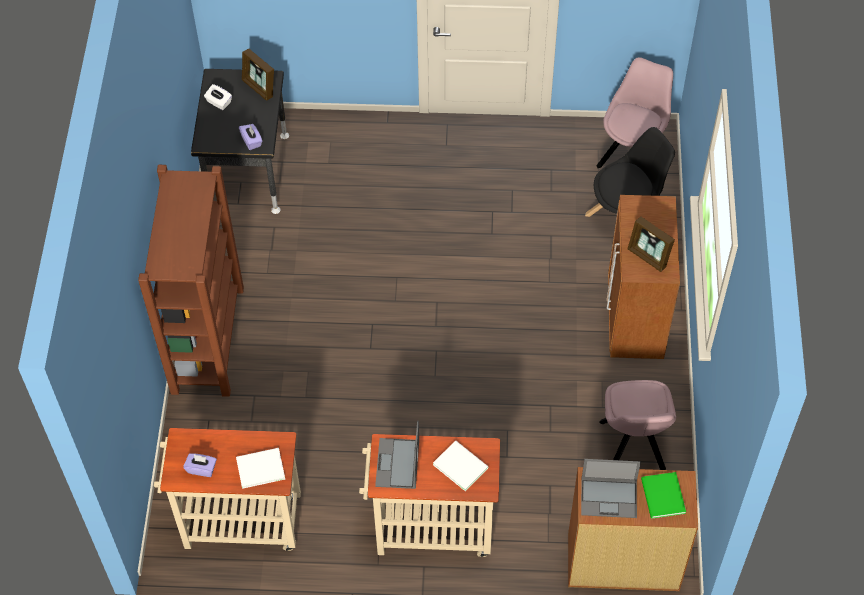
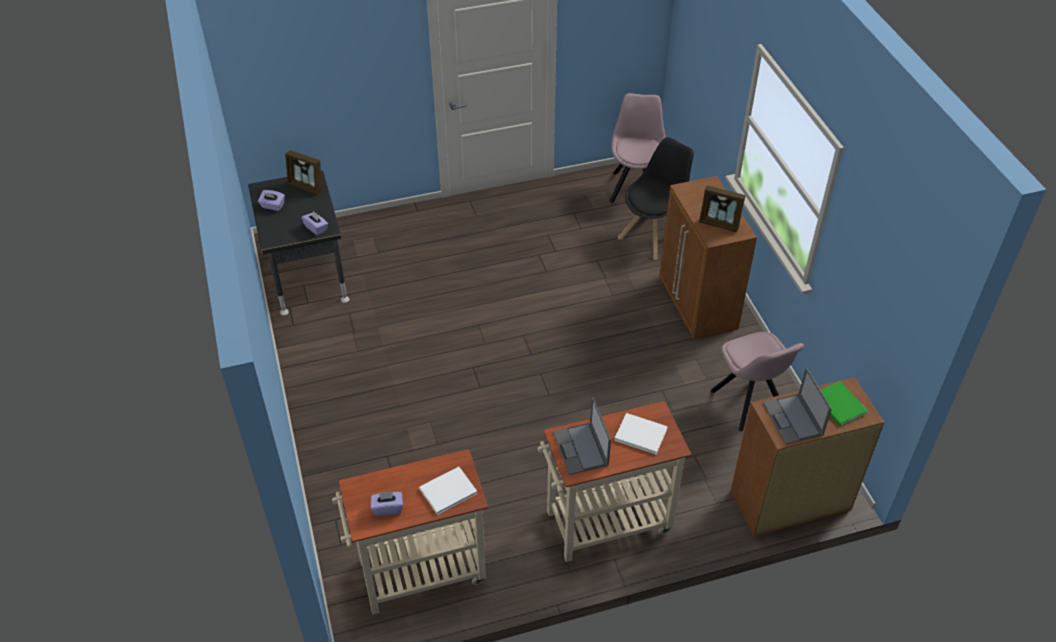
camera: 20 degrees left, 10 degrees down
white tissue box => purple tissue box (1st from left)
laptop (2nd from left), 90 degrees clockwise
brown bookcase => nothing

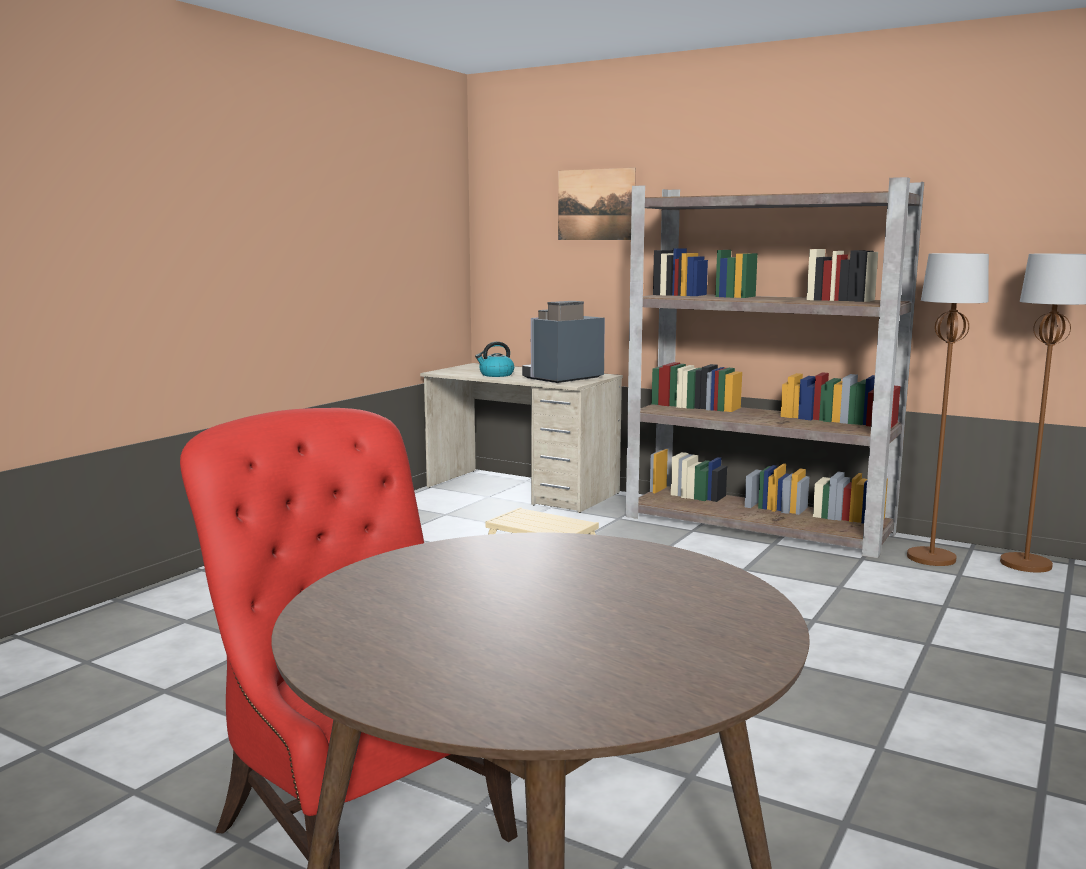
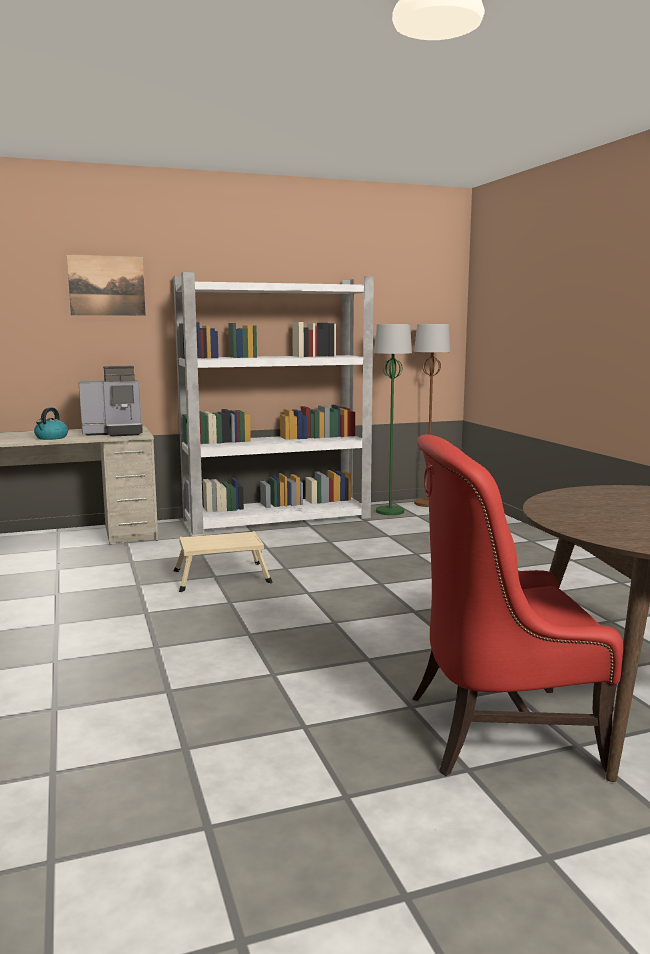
camera: 50 degrees left, 0 degrees up
coffee machine, 105 degrees counterclockwise
brown bookcase => white bookcase
brown floor lamp (1st from left) => green floor lamp

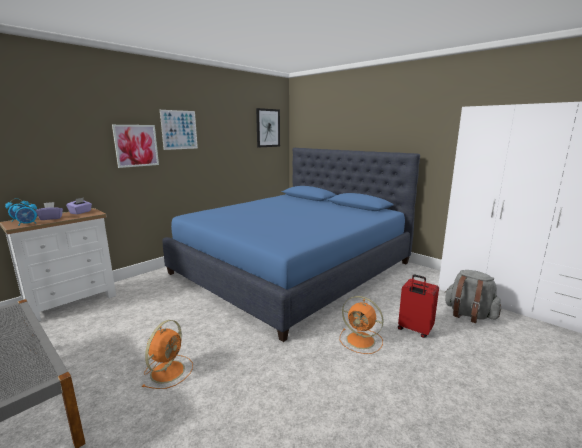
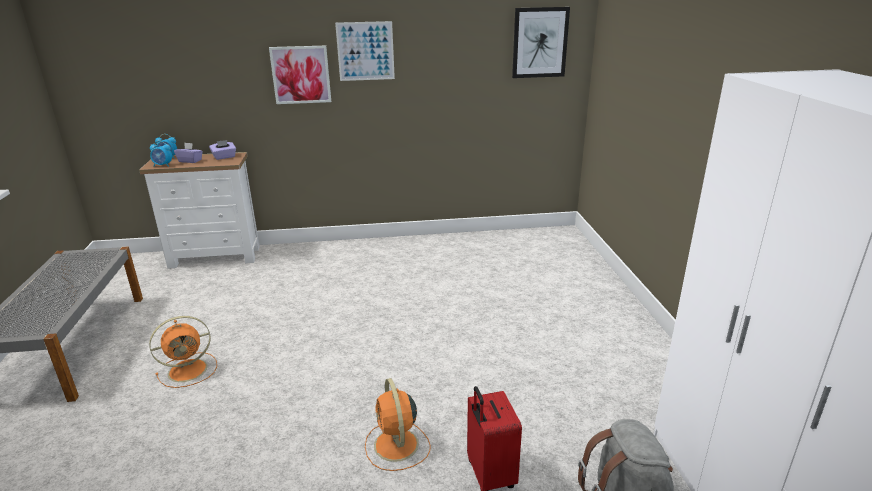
camera: 40 degrees right, 10 degrees up
blue bed => nothing

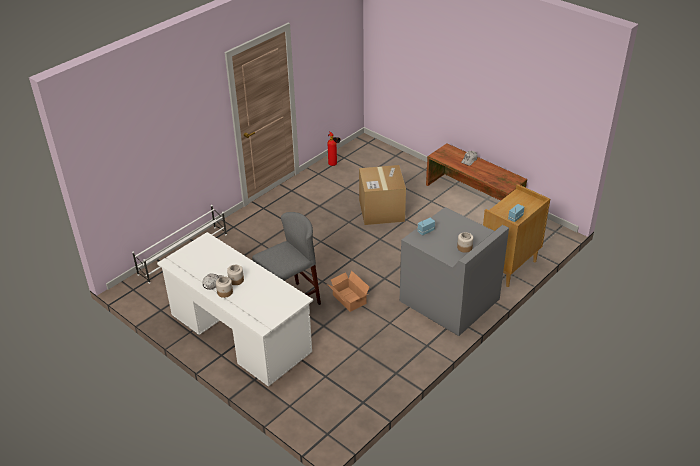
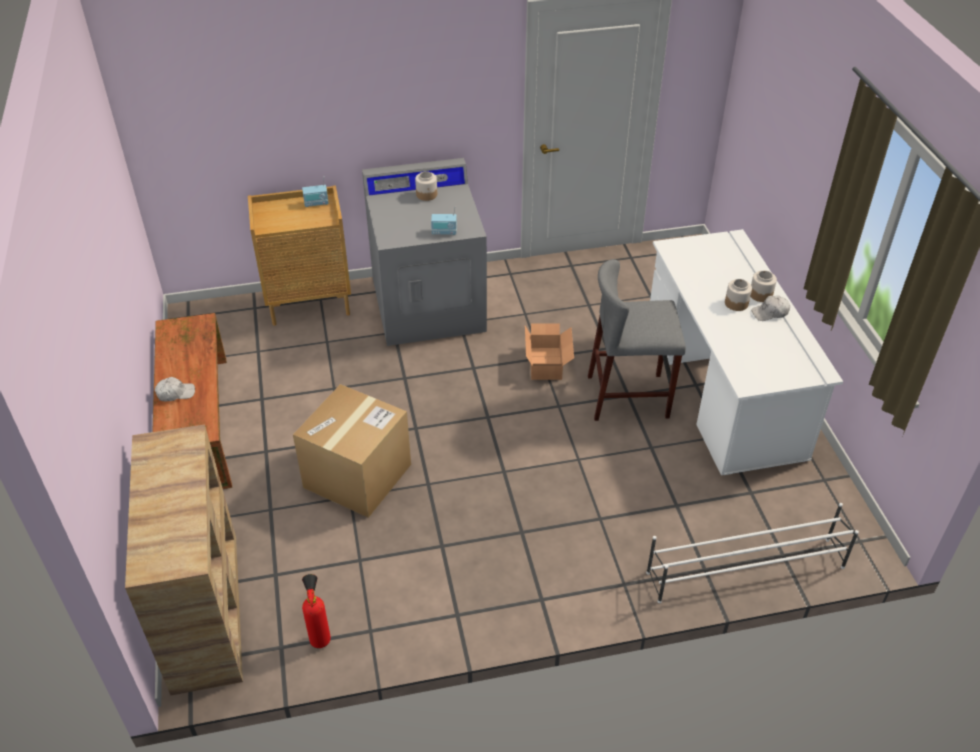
camera: 145 degrees left, 5 degrees up
nothing => brown bookcase

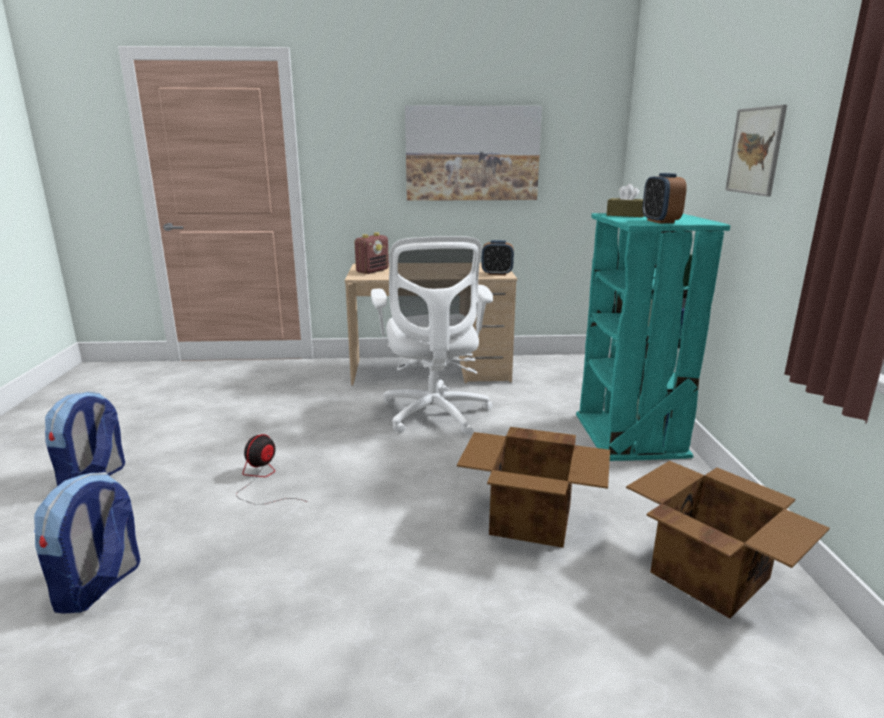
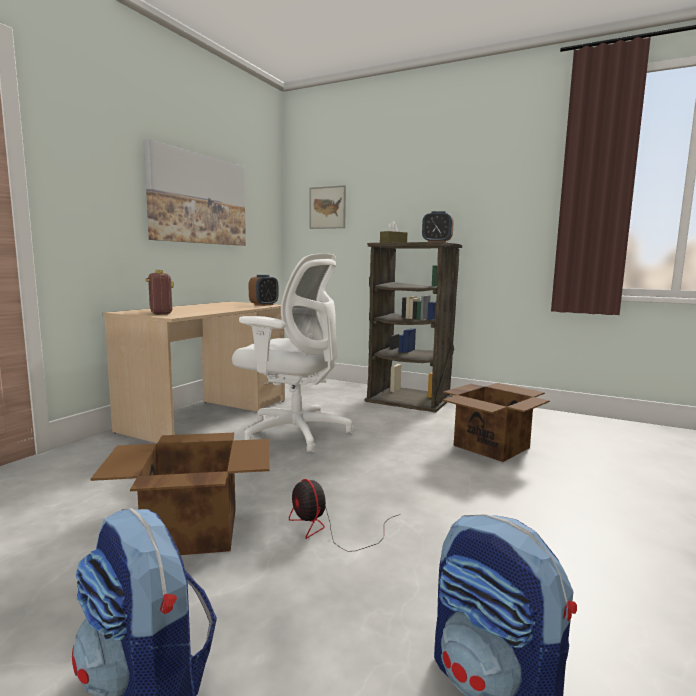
camera: 60 degrees left, 10 degrees down
cardboard box (2nd from left in the first image) => cardboard box (1st from left), move
picture (2nd from left), move
turquoise bookcase => brown bookcase

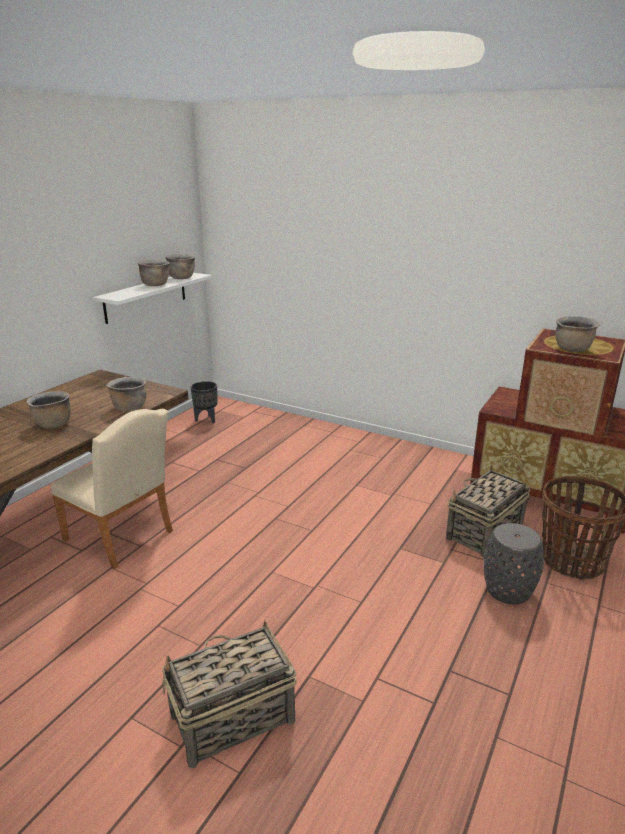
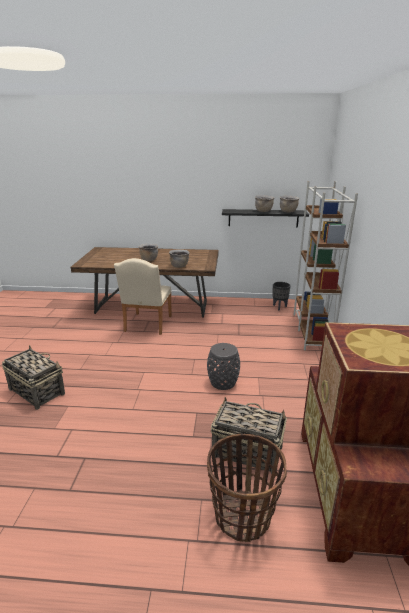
camera: 65 degrees right, 0 degrees up
grey stool, move
white shelf => black shelf
nothing => brown bookcase
brown cooking pot (5th from left) => nothing

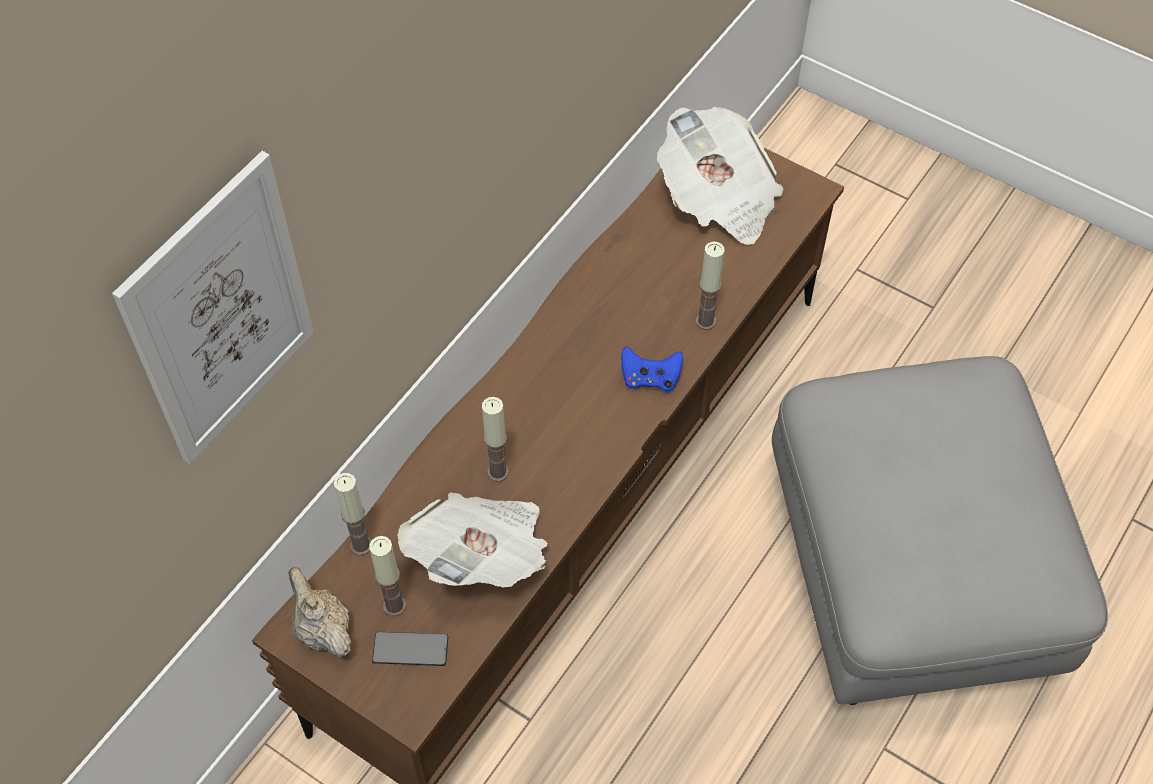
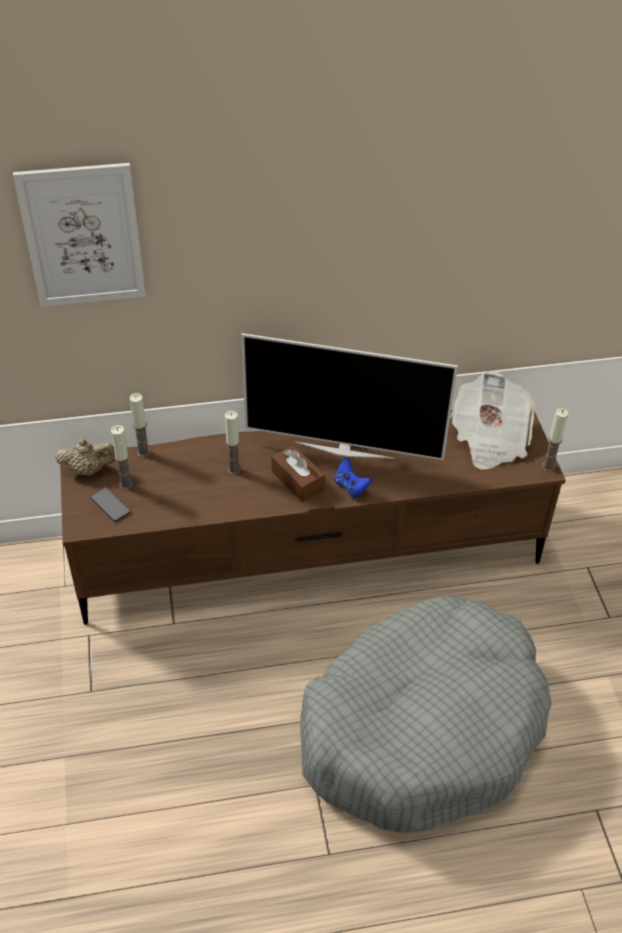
camera: 45 degrees right, 10 degrees down
beige teapot, 75 degrees clockwise
nothing => television
nothing => brown tissue box
grey ottoman => grey dog bed
candle (4th from left), move
newspaper (1st from left) => nothing

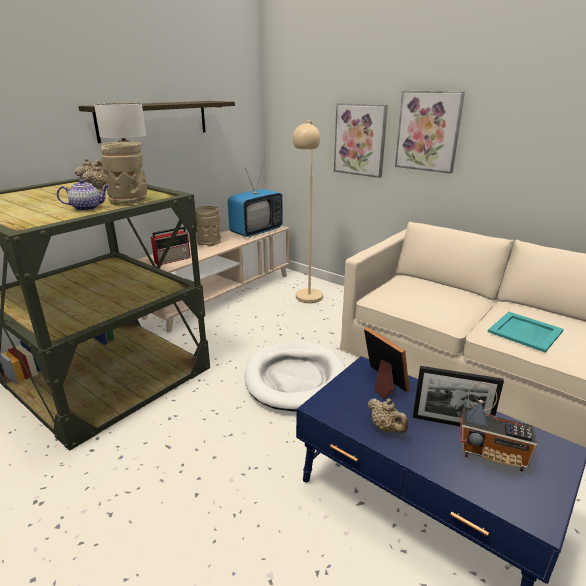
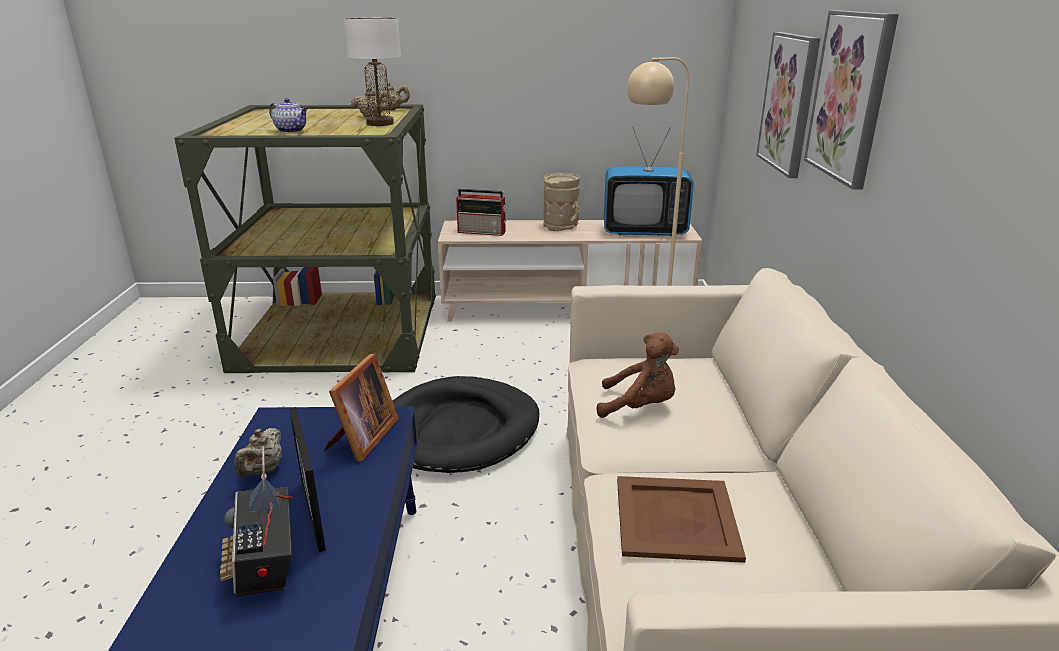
camera: 50 degrees right, 0 degrees up
white dog bed => black dog bed
nothing => brown plush toy
turquoise tray => brown tray
shelf => nothing
beige vase (1st from left) => nothing

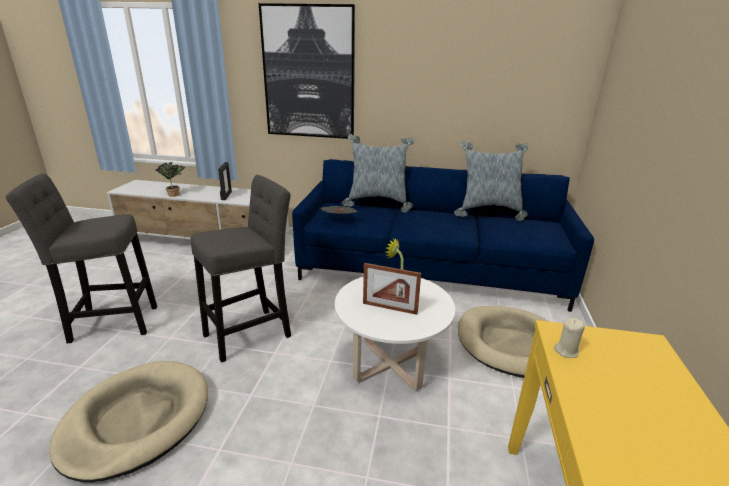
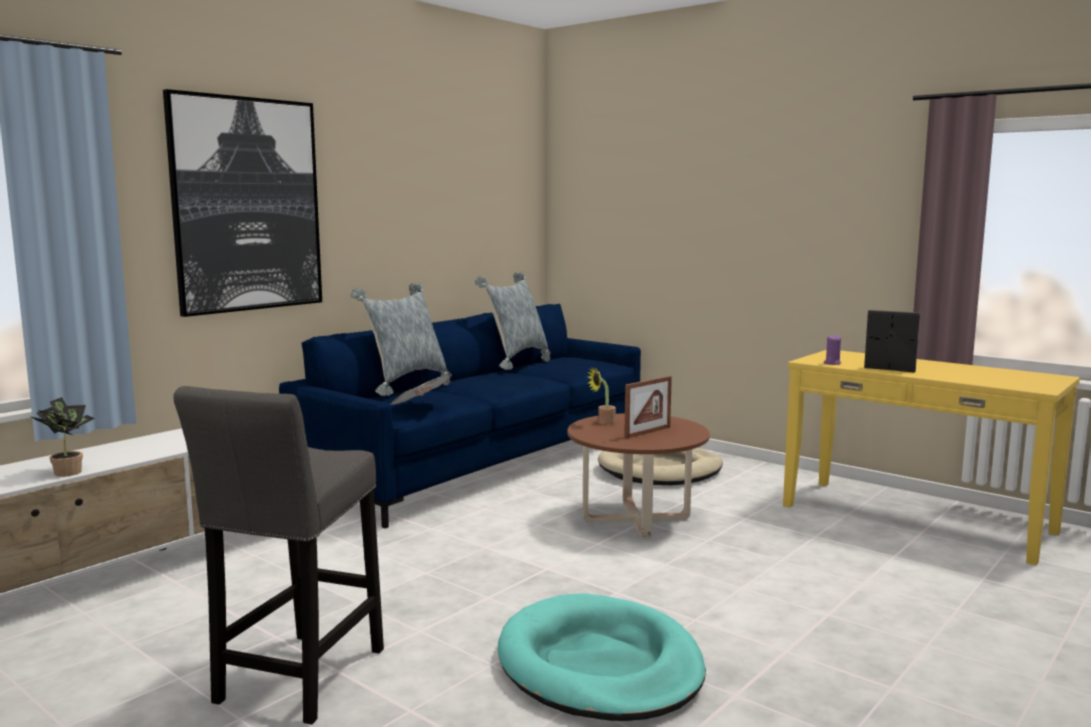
camera: 60 degrees left, 15 degrees down
beige dog bed (1st from left) => turquoise dog bed
white coffee table => brown coffee table
beige candle => purple candle
picture frame (1st from left in the first image) => picture frame (2nd from left), move
grey stool (2nd from left) => nothing

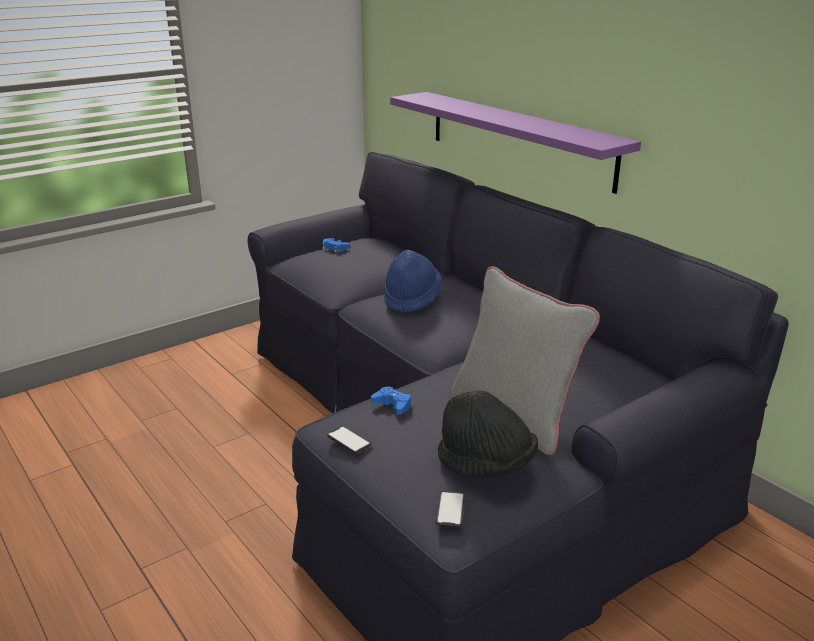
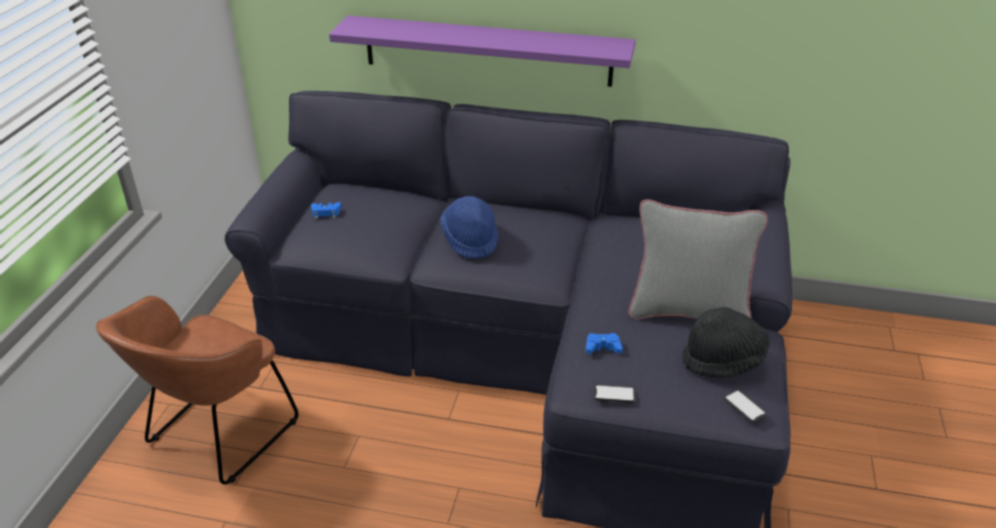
camera: 40 degrees left, 10 degrees up
nothing => brown armchair

